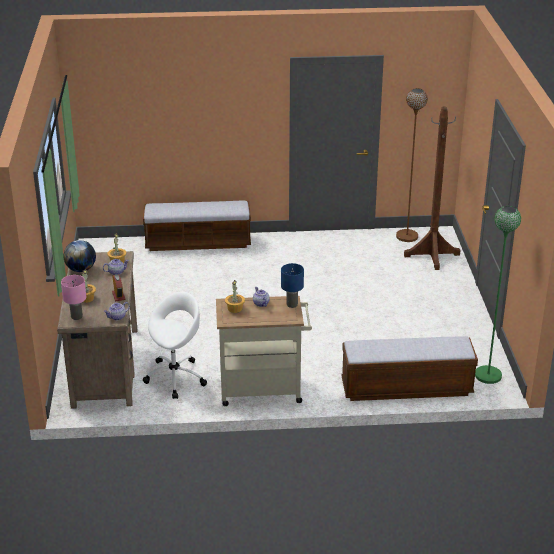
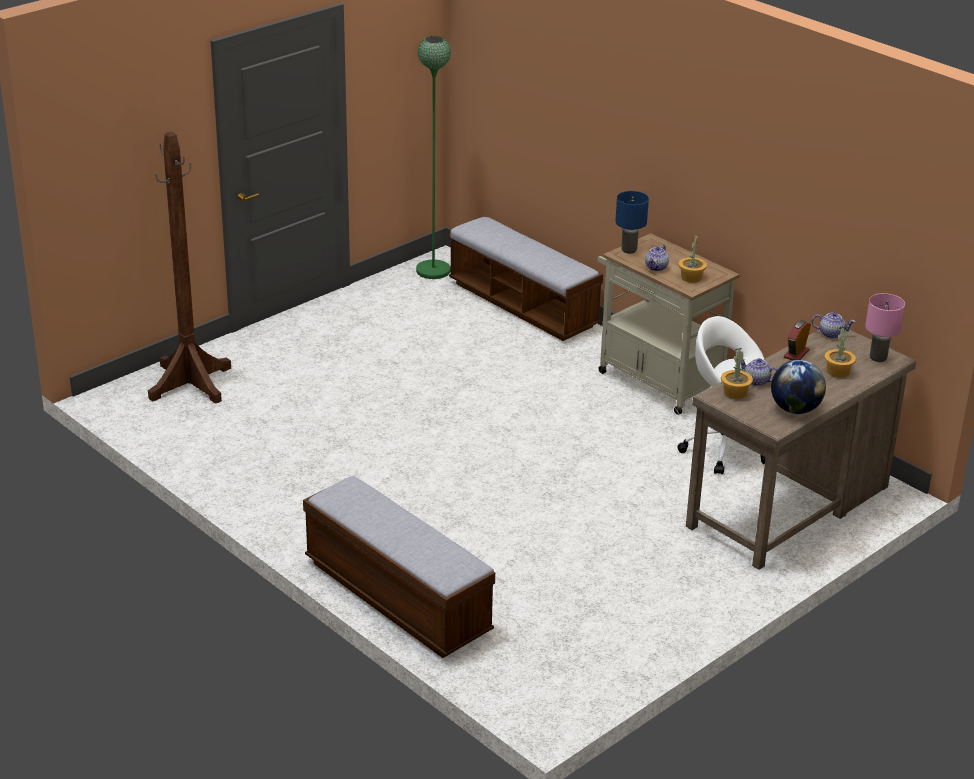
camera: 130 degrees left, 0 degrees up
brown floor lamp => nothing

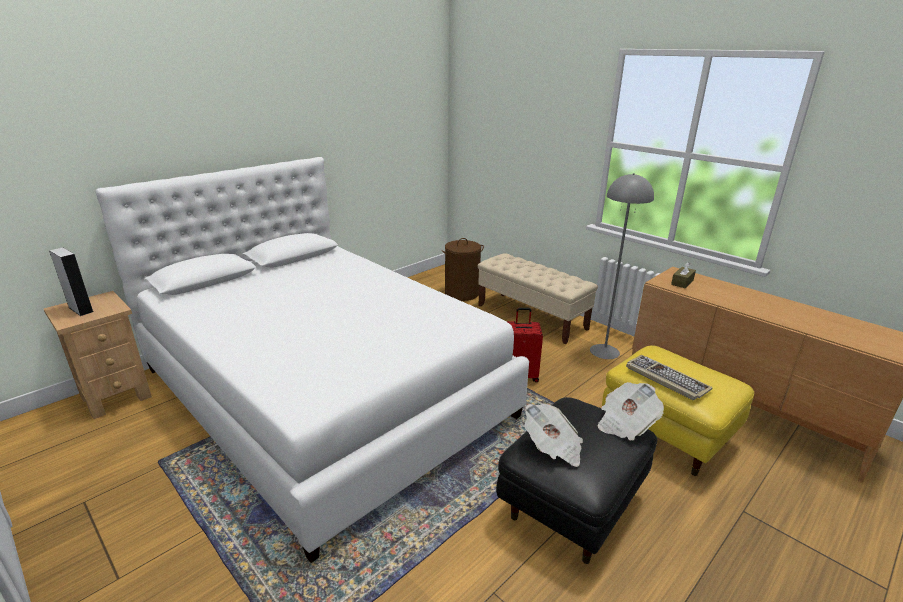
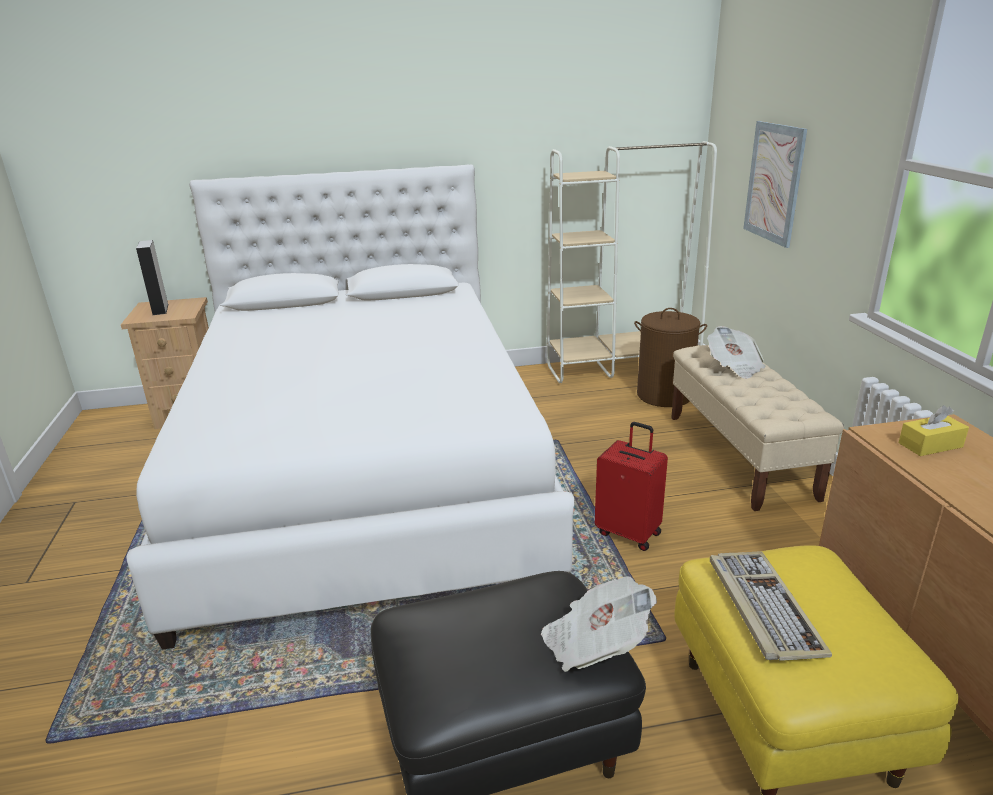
camera: 35 degrees right, 0 degrees up
nothing => beige clothes rack
newspaper (1st from left in the first image) => newspaper (2nd from left), move
nothing => picture
brown tissue box => yellow tissue box
grey floor lamp => nothing

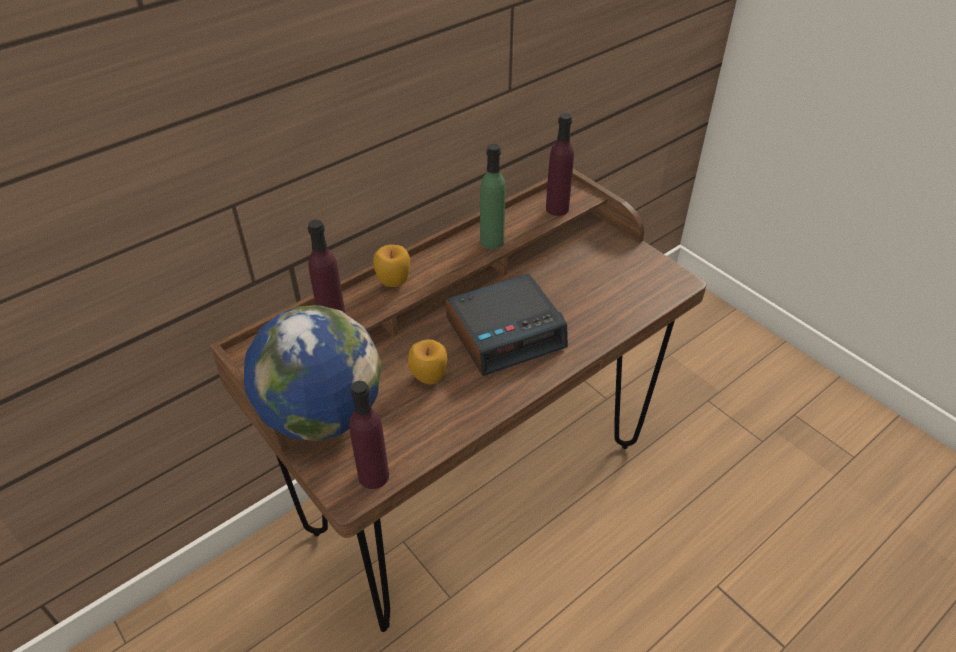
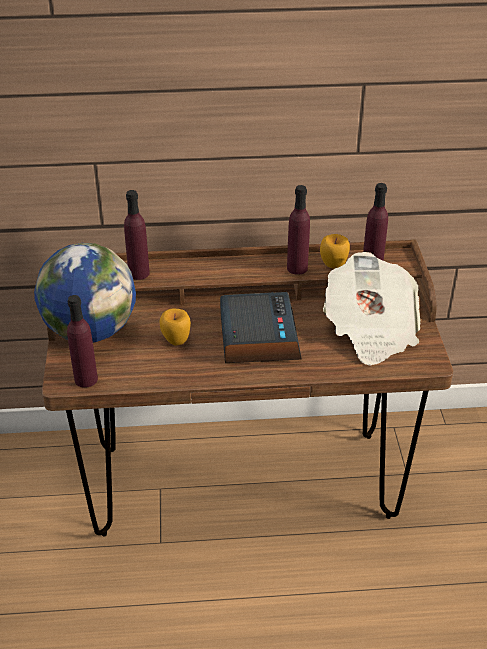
camera: 35 degrees right, 5 degrees down
alarm clock, 105 degrees counterclockwise
green bottle => purple bottle (3rd from left)
apple (1st from left in the first image) => apple (2nd from left), move
nothing => newspaper

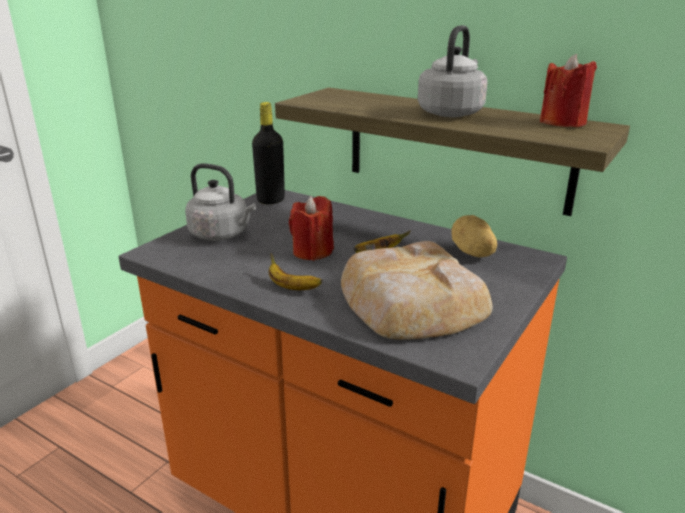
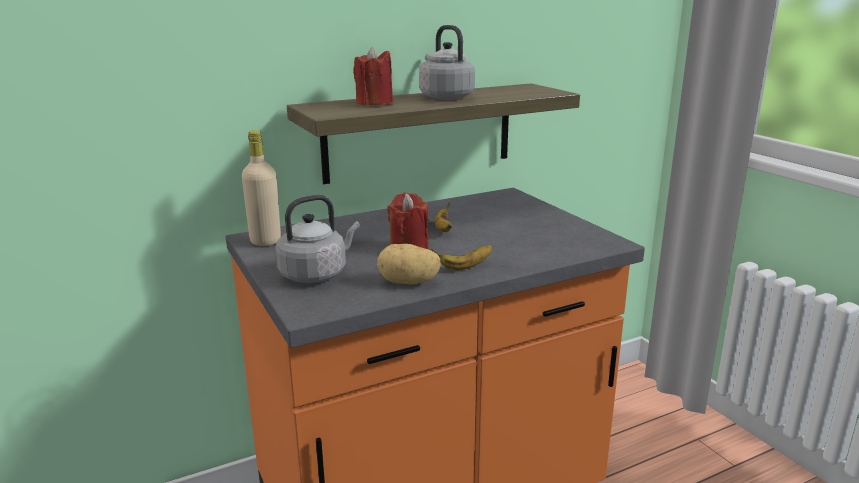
camera: 60 degrees left, 5 degrees down
black bottle => beige bottle
red candle (2nd from left in the first image) => red candle (1st from left), move
potato, move
bread => nothing

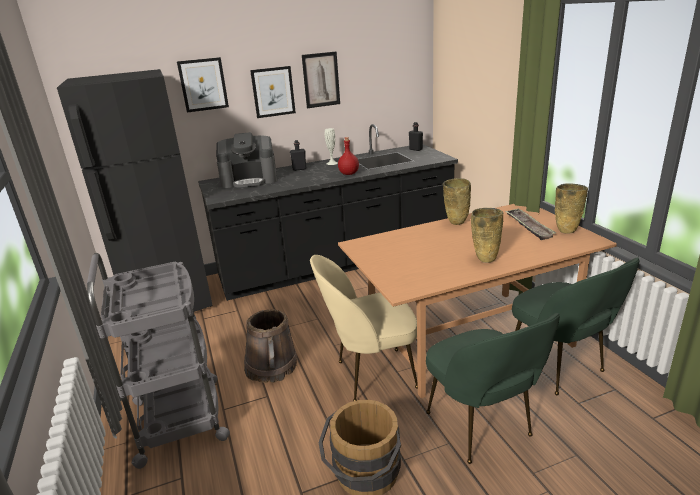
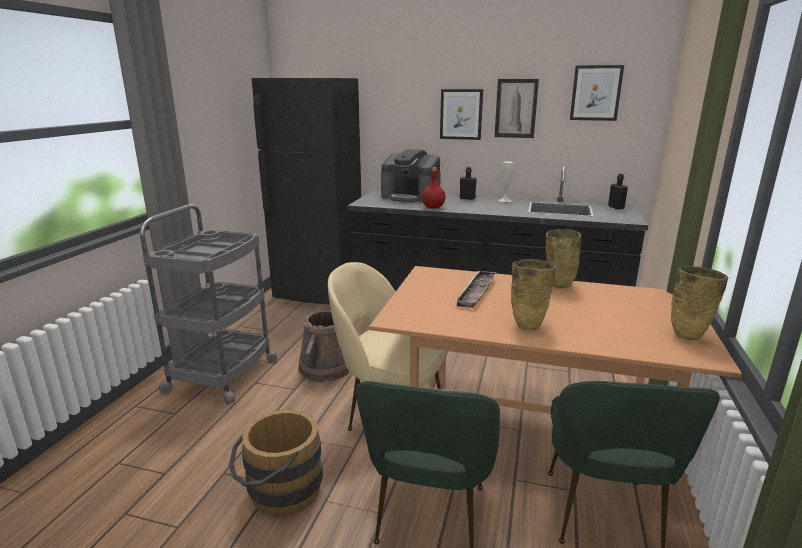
camera: 35 degrees right, 5 degrees down
red bottle, move
tray, move
picture (1st from left in the first image) => picture (3rd from left), move

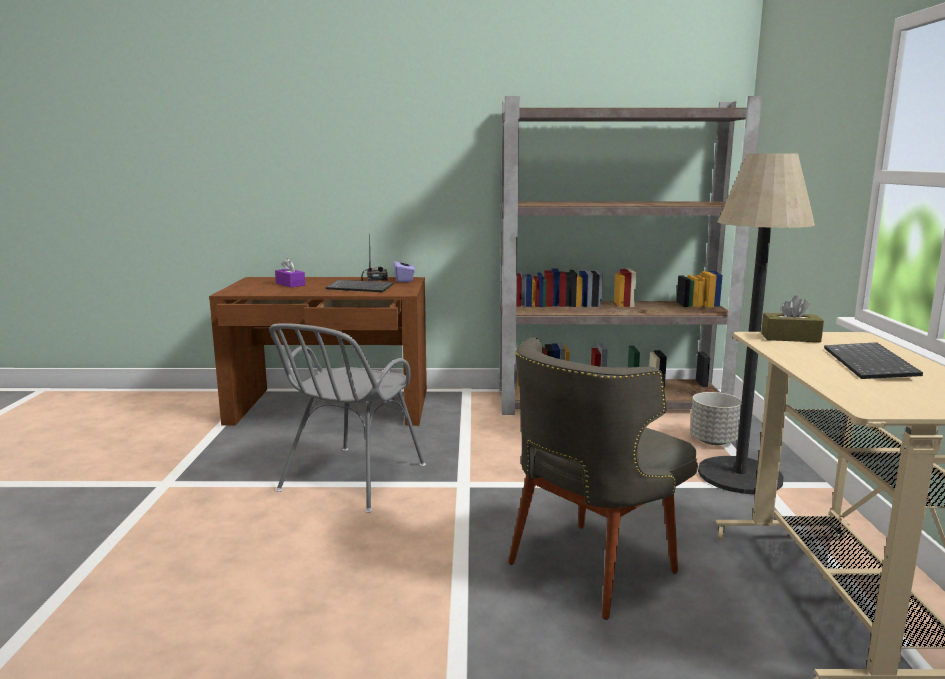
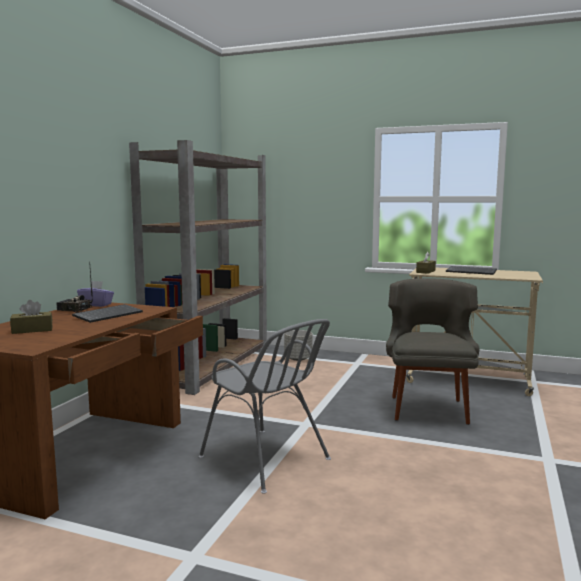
camera: 70 degrees left, 5 degrees down
purple tissue box (1st from left) => brown tissue box (1st from left)
grey chair (2nd from left), 150 degrees counterclockwise
floor lamp => nothing

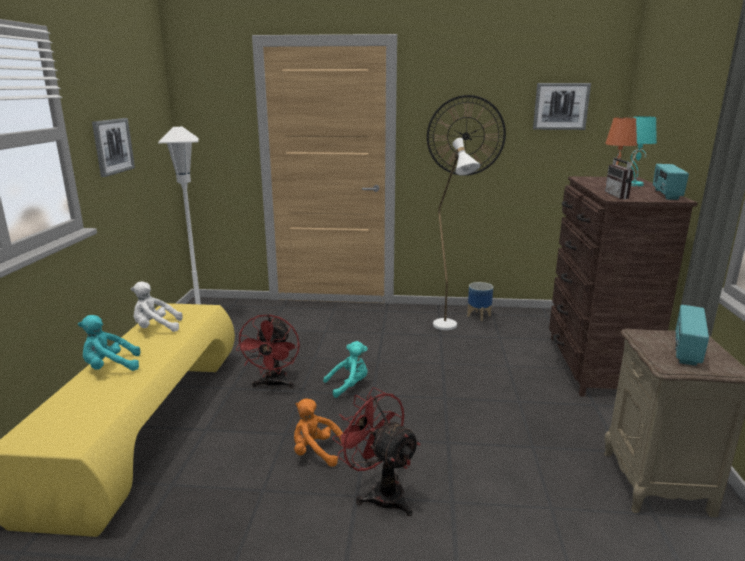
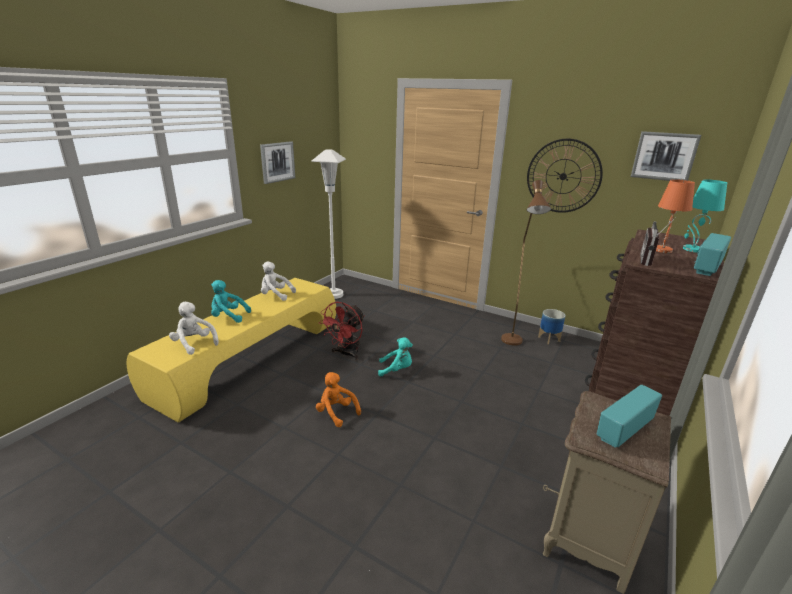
camera: 25 degrees right, 5 degrees up
nothing => white plush toy (1st from left)
white floor lamp (2nd from left) => brown floor lamp
red fan (2nd from left) => nothing

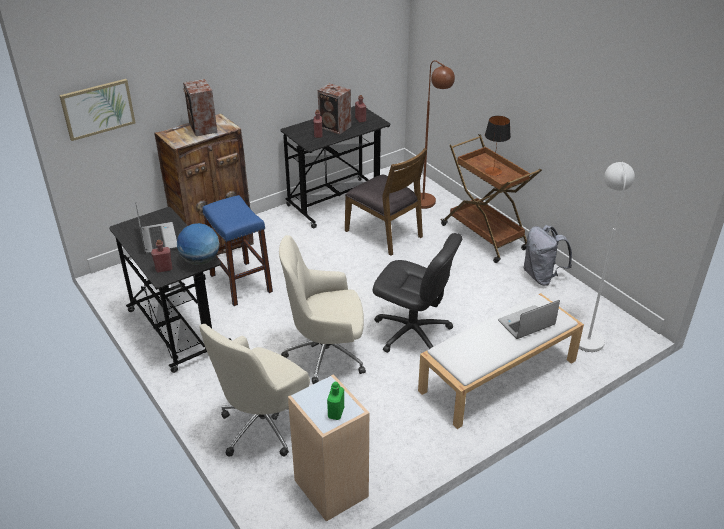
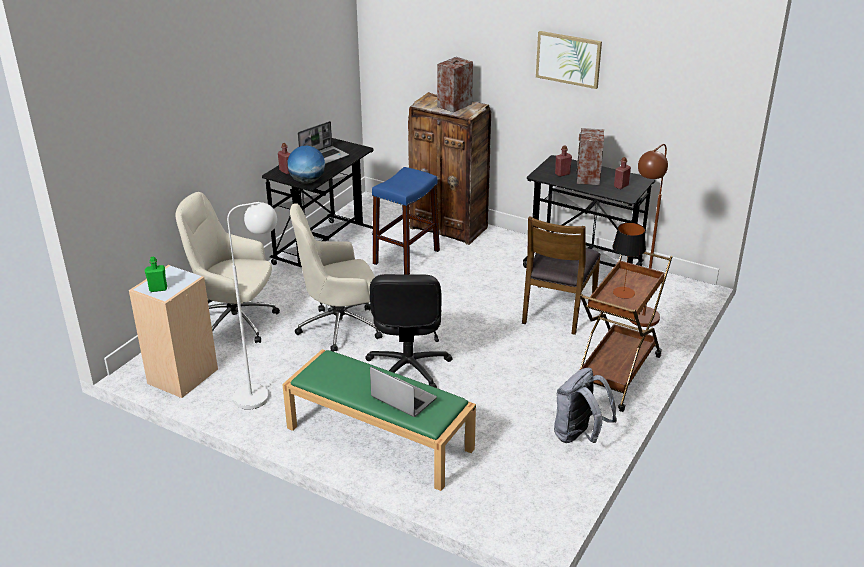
camera: 65 degrees right, 5 degrees down
white floor lamp, move
white bench => green bench
beige office chair (2nd from left), 75 degrees counterclockwise
picture, move

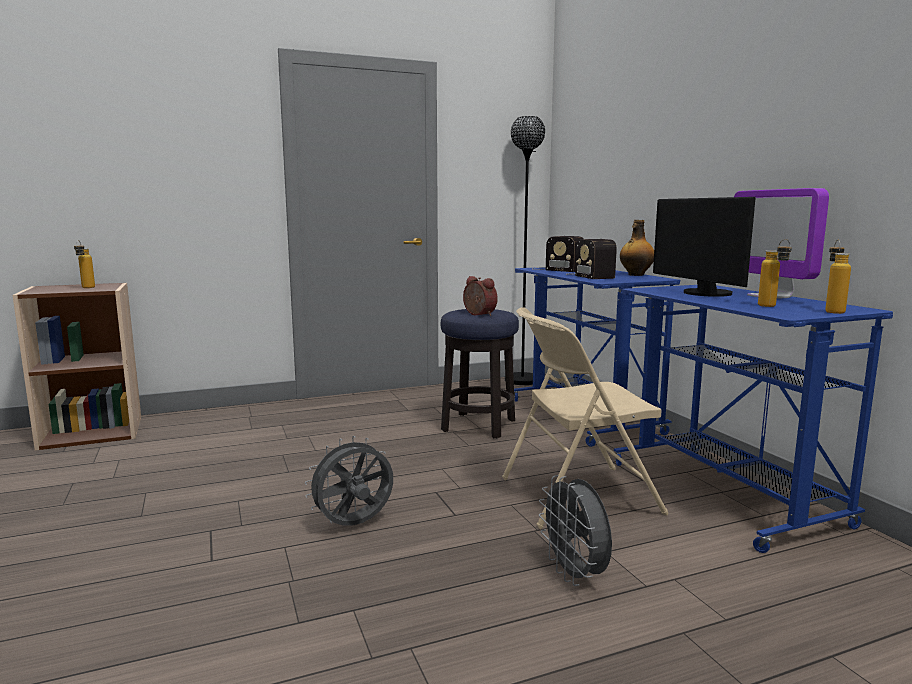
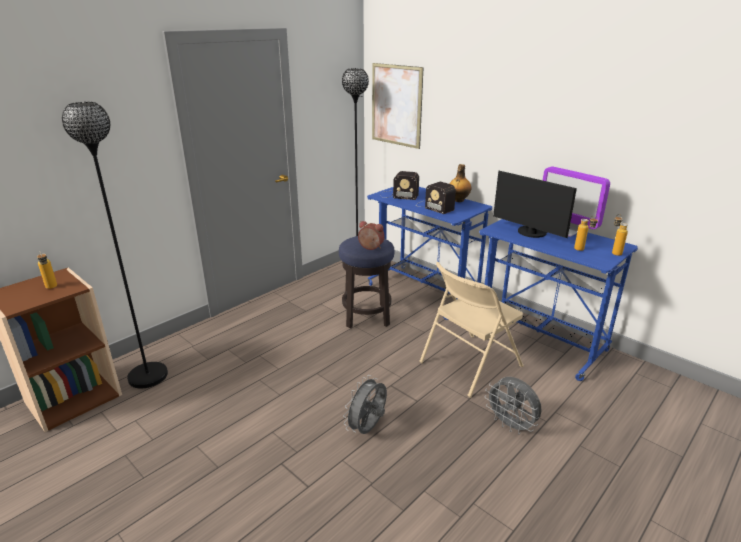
camera: 25 degrees left, 15 degrees up
nothing => black floor lamp (1st from left)
nothing => picture

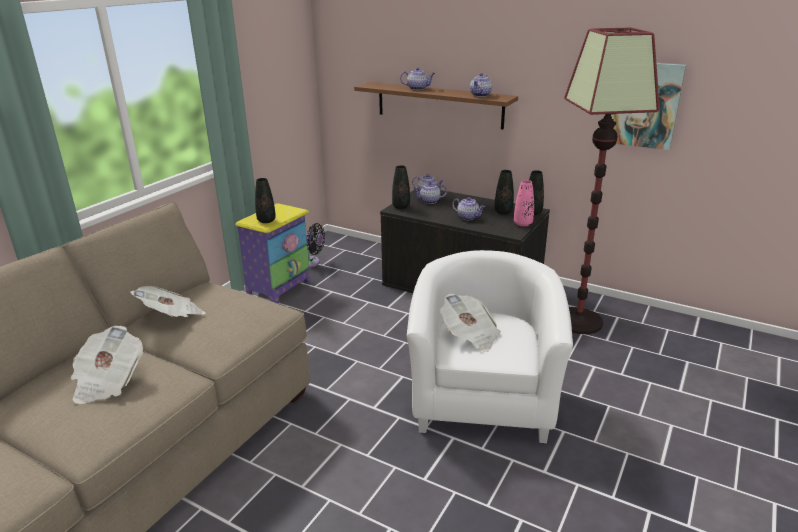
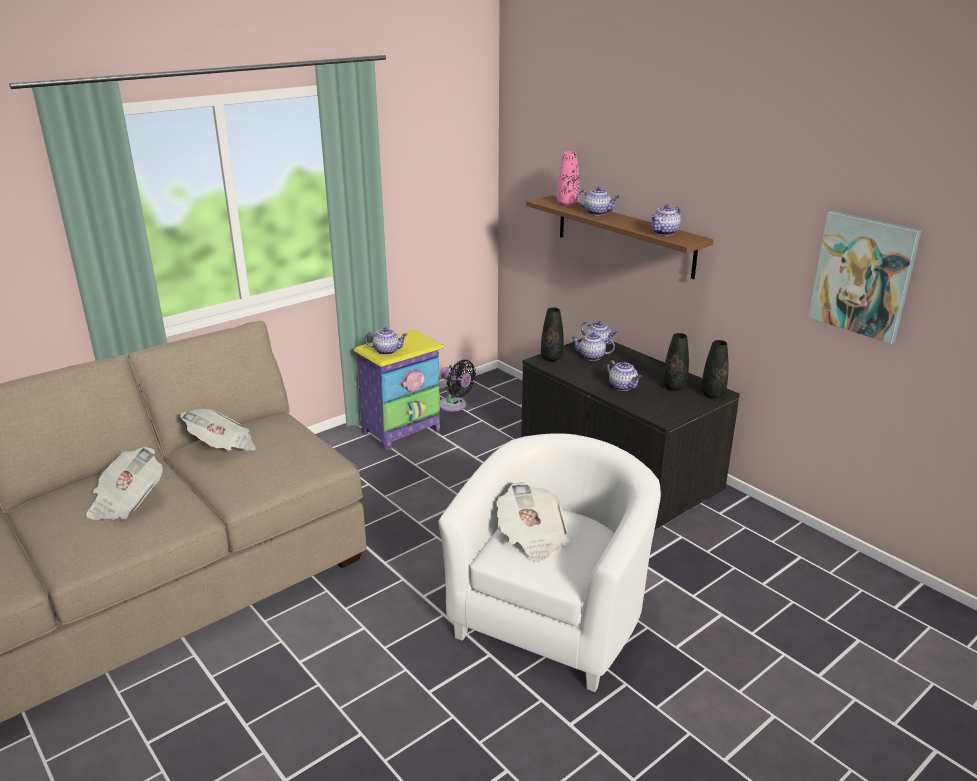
camera: 20 degrees right, 0 degrees up
black vase (1st from left) => teapot (1st from left)
pink vase, move
floor lamp => nothing

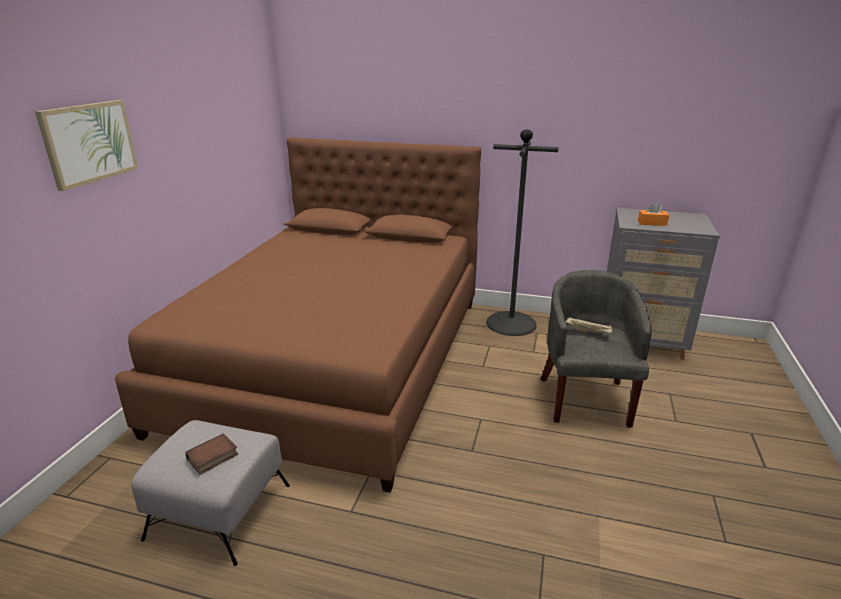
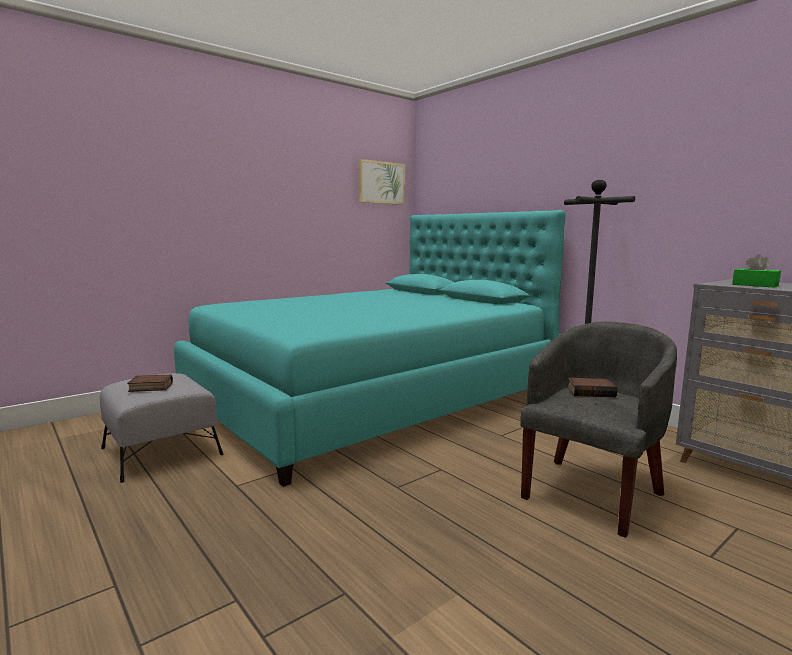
camera: 35 degrees right, 15 degrees down
brown bed => turquoise bed
picture, move
beige tray => book (2nd from left)
orange tissue box => green tissue box

